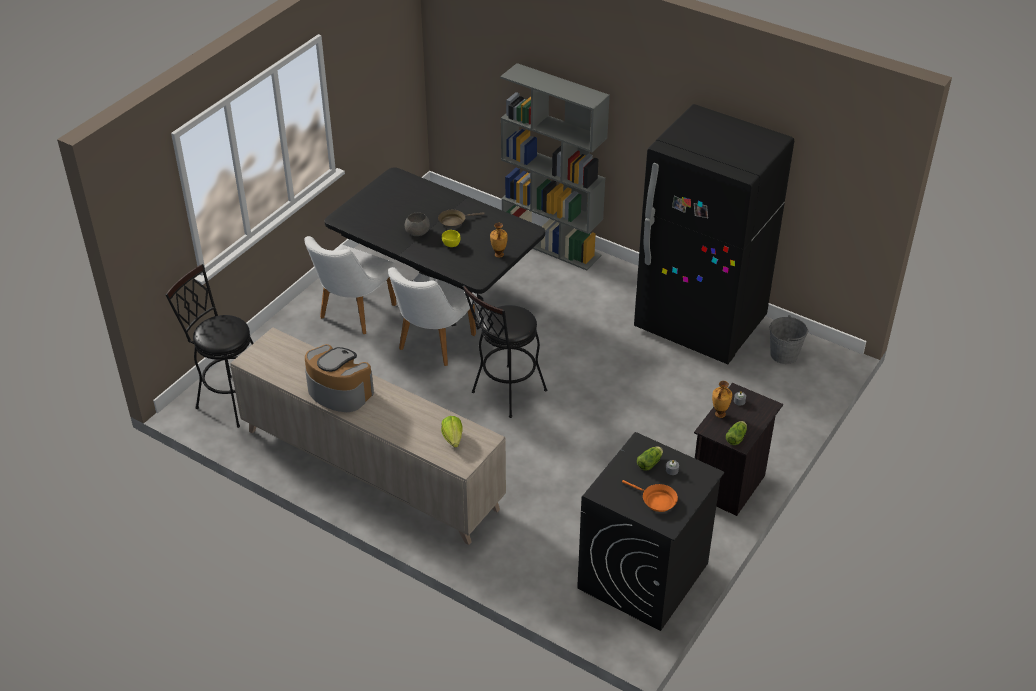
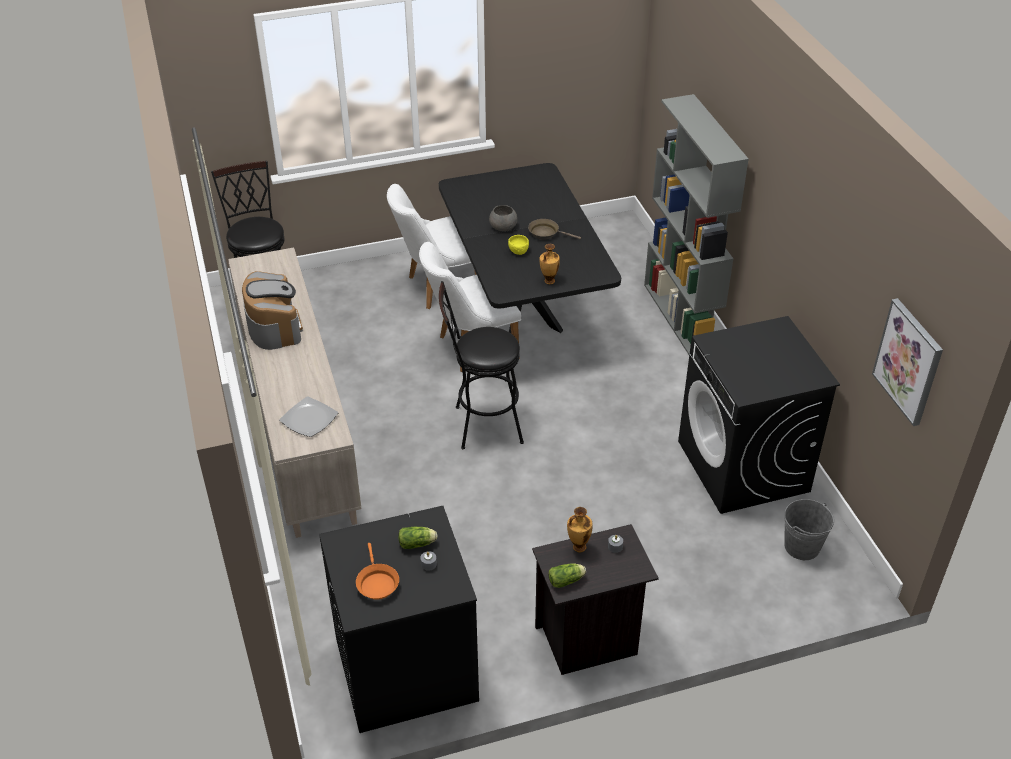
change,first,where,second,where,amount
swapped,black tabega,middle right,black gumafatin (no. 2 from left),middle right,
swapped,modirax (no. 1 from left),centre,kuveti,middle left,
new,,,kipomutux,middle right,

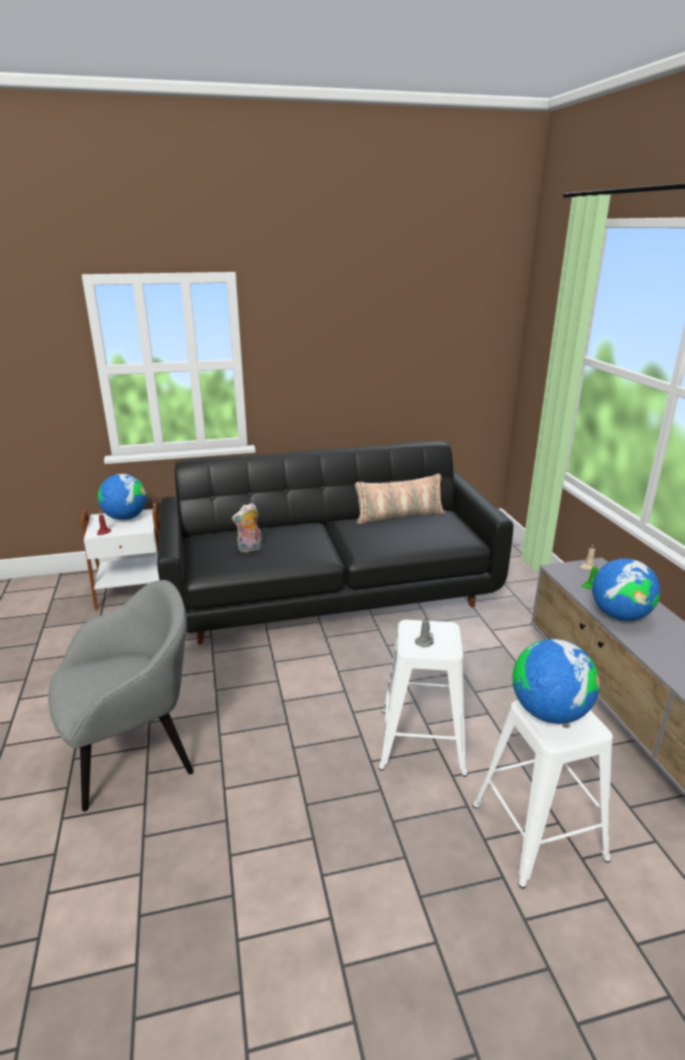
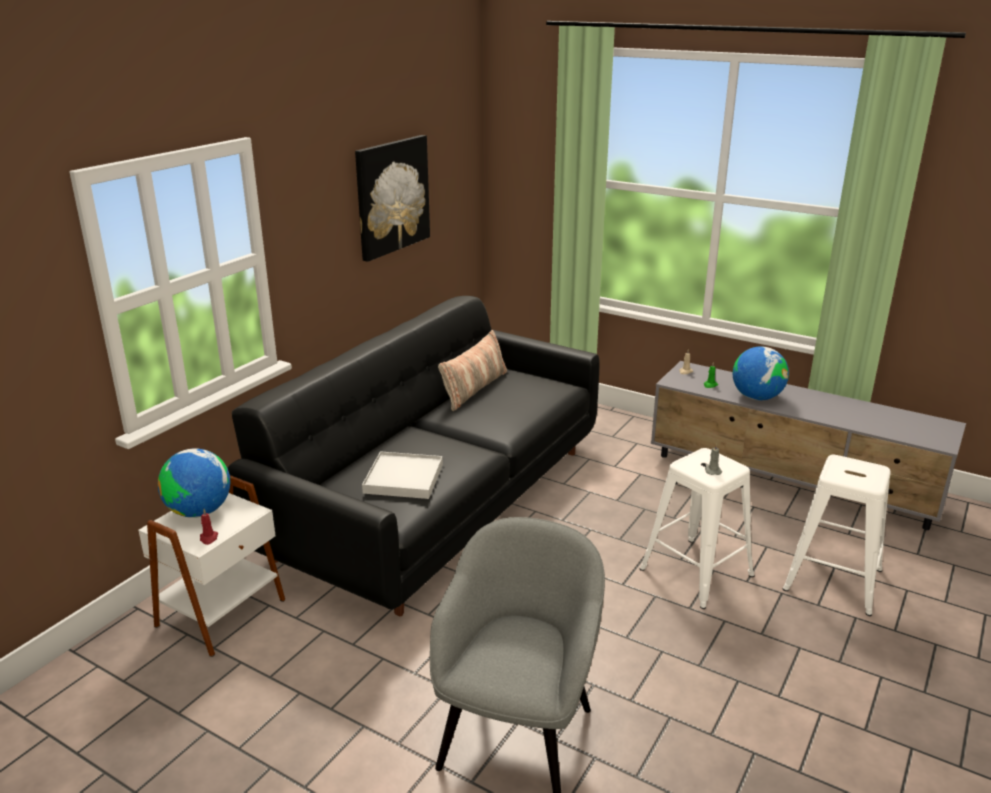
change,first,where,second,where,amount
swapped,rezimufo,centre,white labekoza,centre,
gone,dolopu (no. 2 from left),middle right,,,
new,,,kipomutux,top centre,

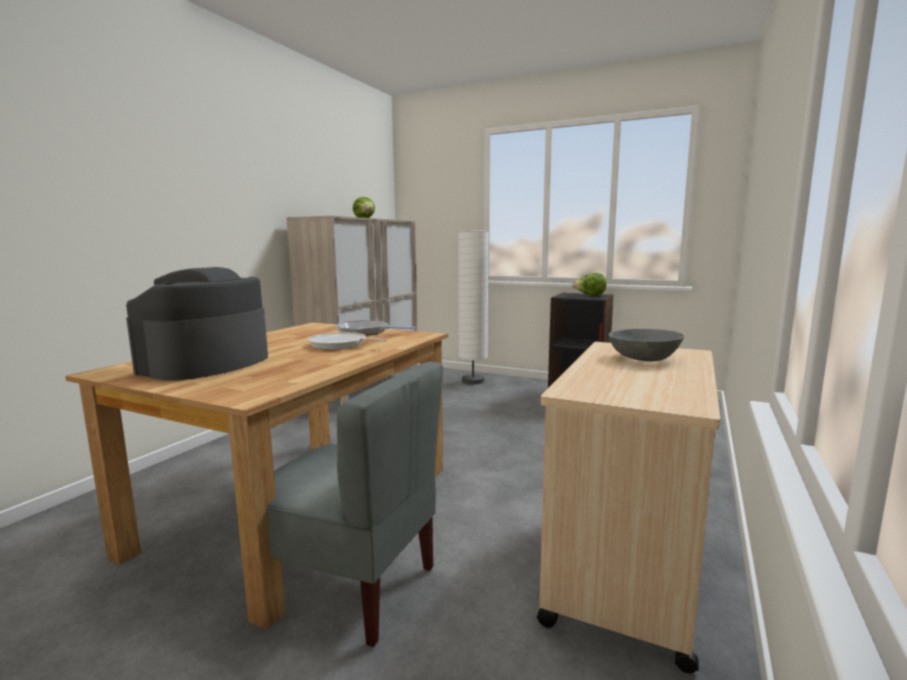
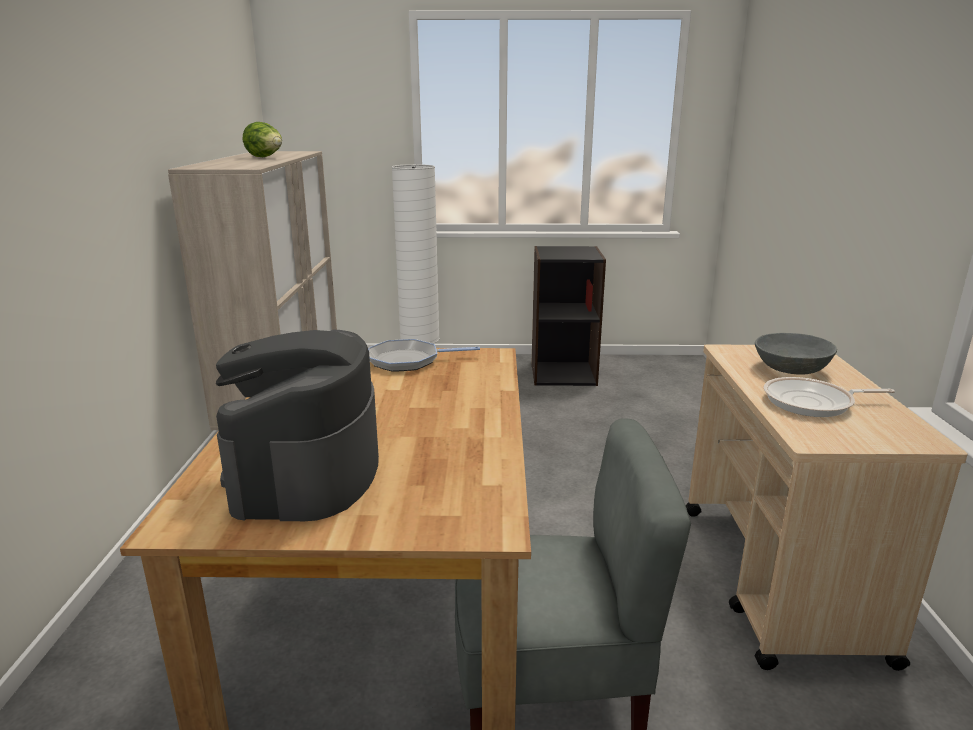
change,first,where,second,where,amount
gone,modirax (no. 2 from left),centre,,,
shifted,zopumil (no. 1 from left in the first image),centre,zopumil (no. 2 from left),middle right,

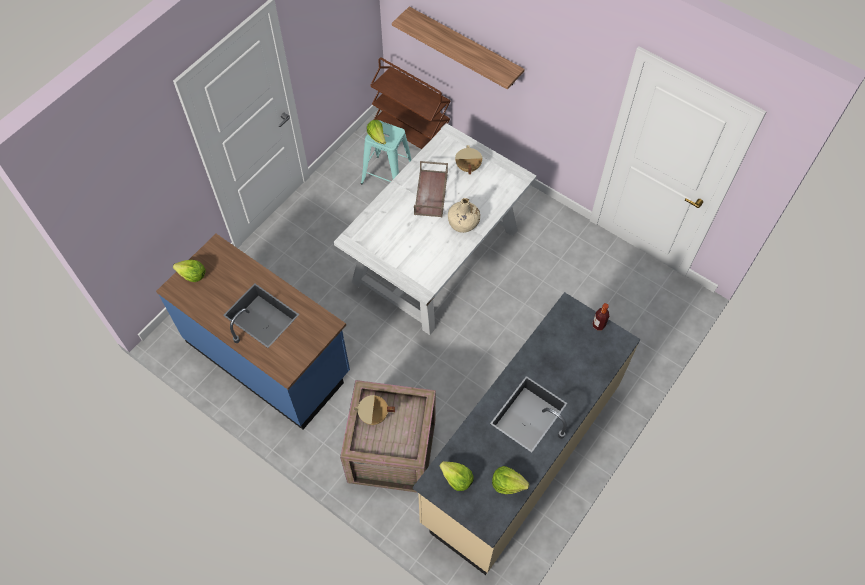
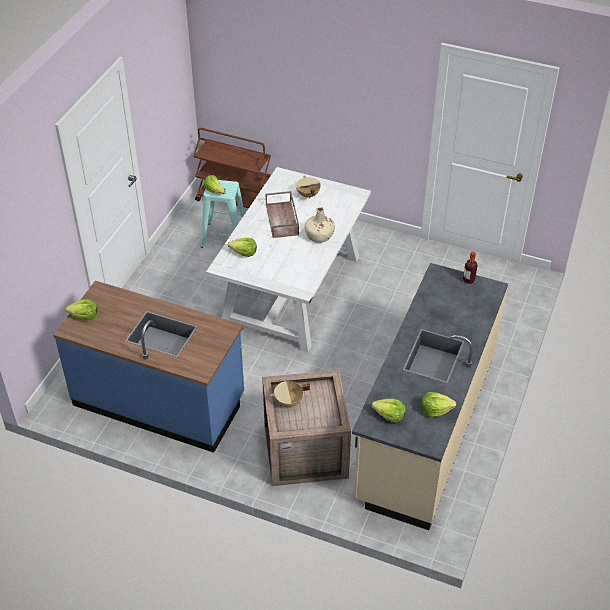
change,first,where,second,where,amount
gone,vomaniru,top centre,,,
new,,,modirax (no. 3 from left),centre,

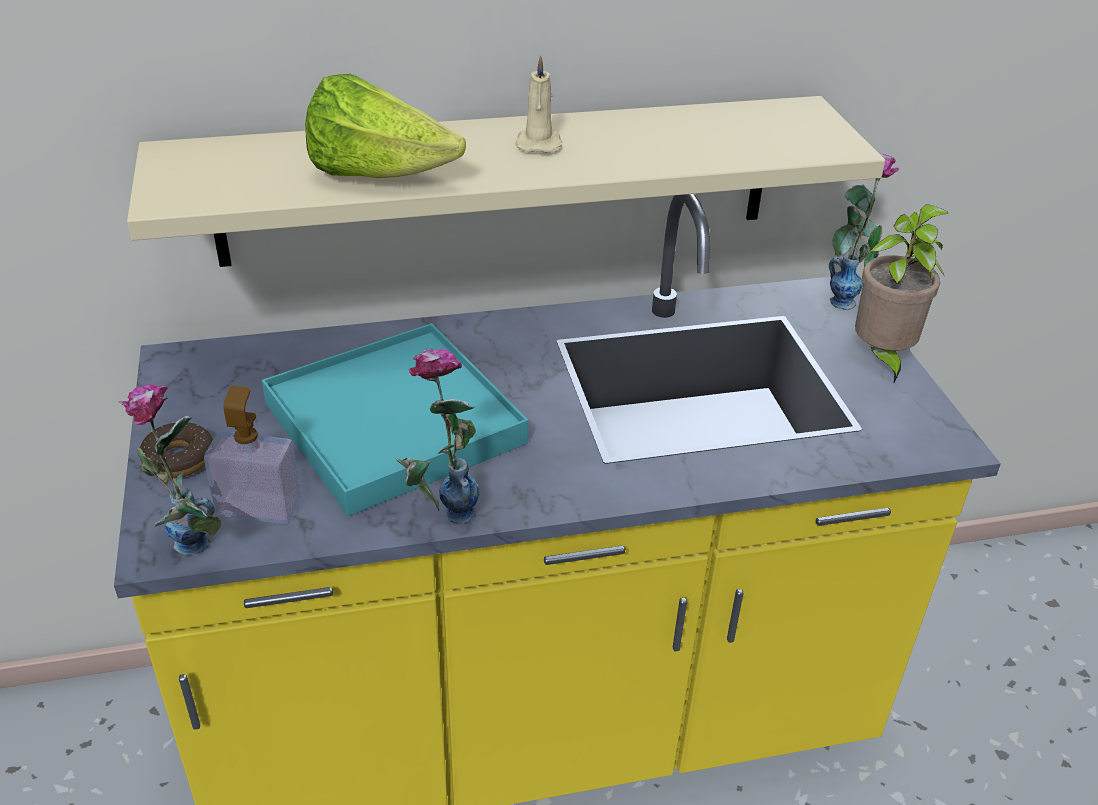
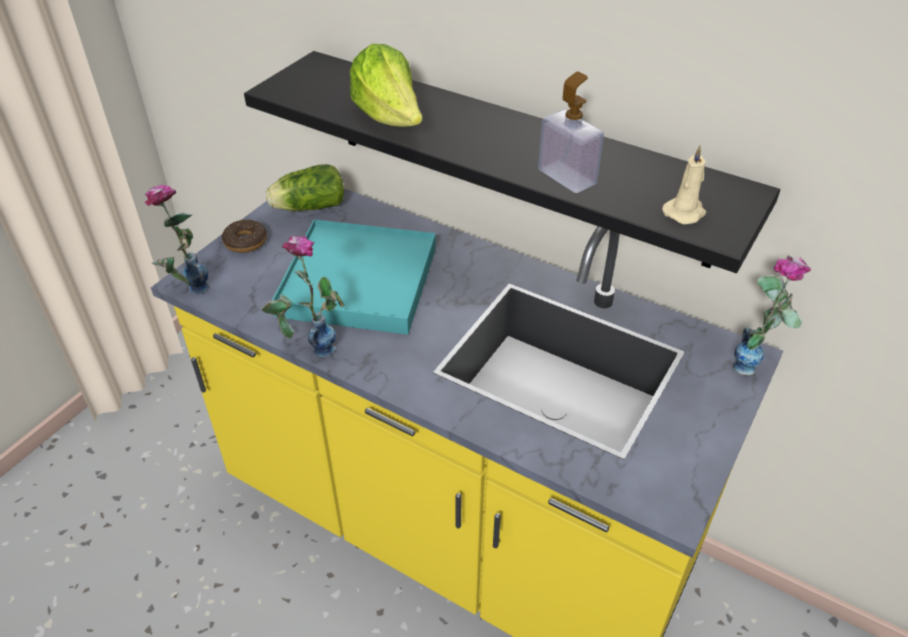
change,first,where,second,where,amount
shifted,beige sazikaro,top centre,,top right,
repainted,beige vomaniru,top centre,black vomaniru,top centre,
gone,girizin,middle right,,,
shifted,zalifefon,middle left,,top centre,
new,,,modirax (no. 1 from left),top centre,

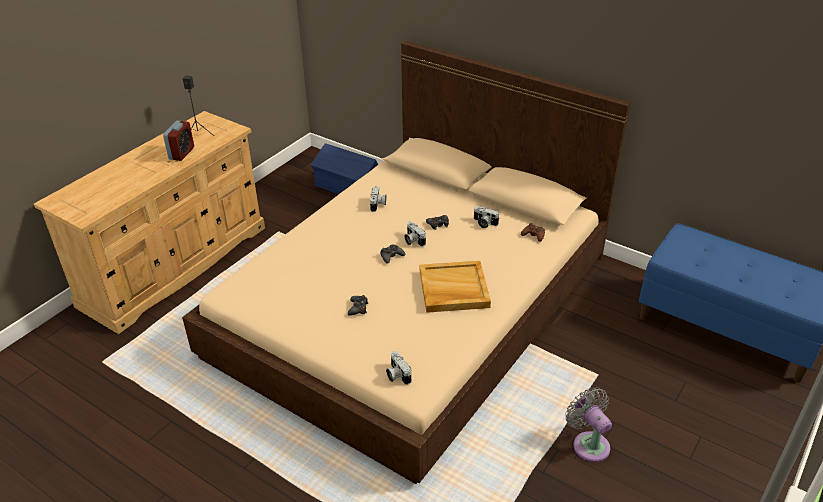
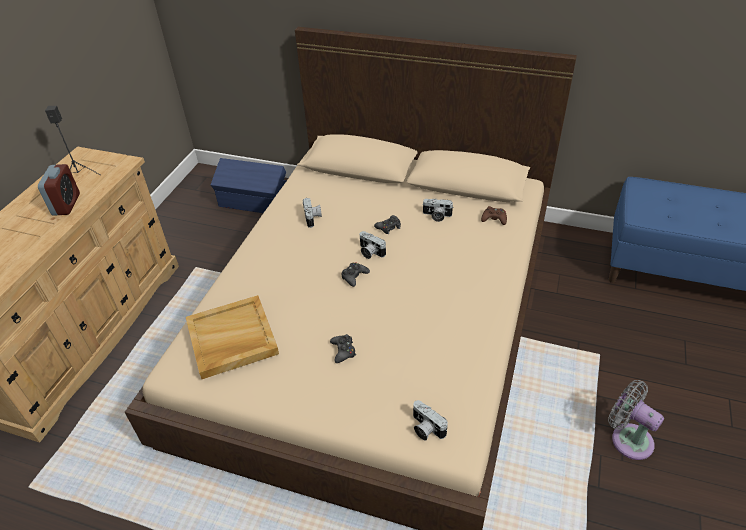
change,first,where,second,where,amount
shifted,beige labekoza,centre,,middle left,

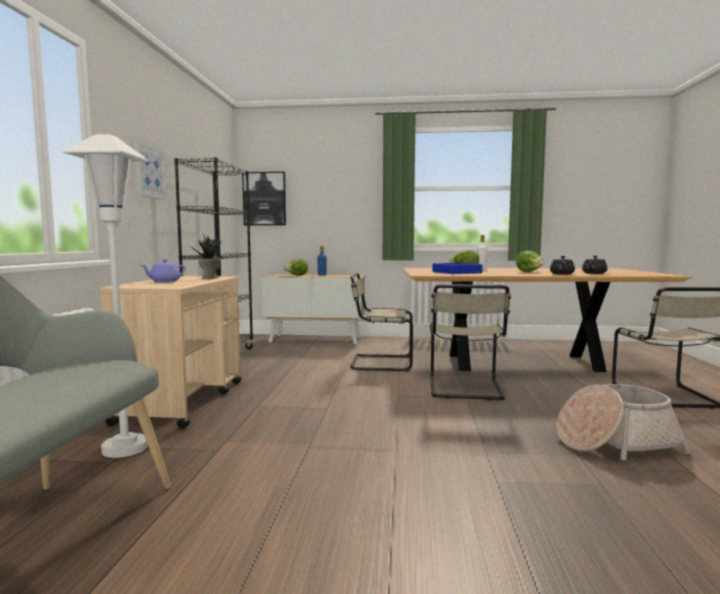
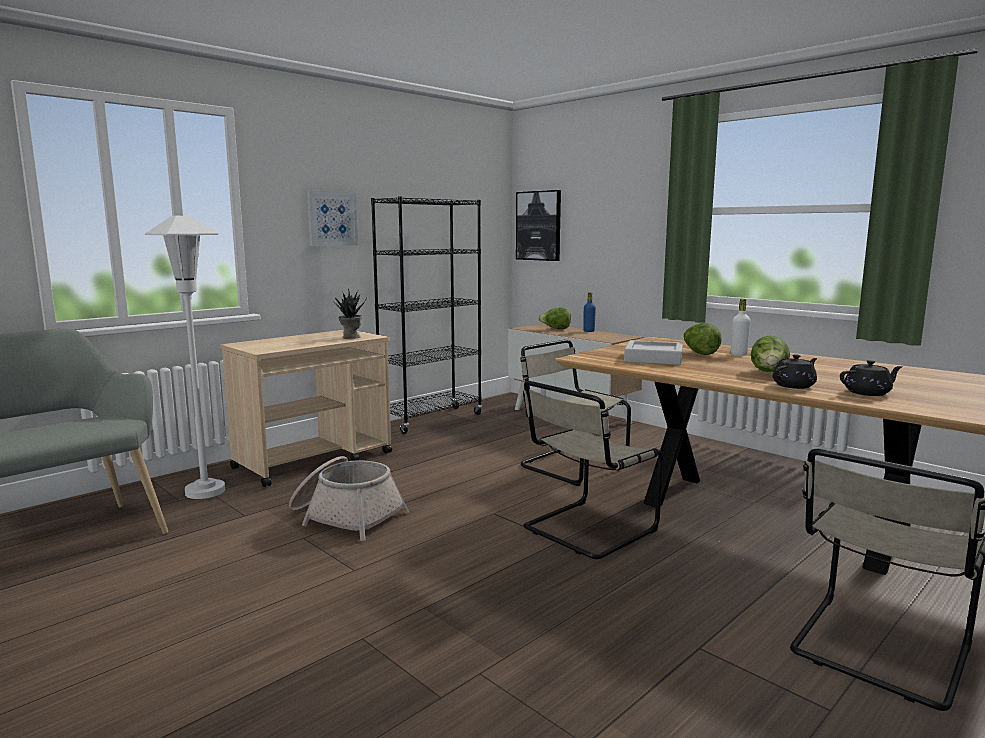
change,first,where,second,where,amount
gone,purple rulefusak,middle left,,,
repainted,blue labekoza,centre,grey labekoza,centre,
shifted,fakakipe,bottom right,,bottom centre,

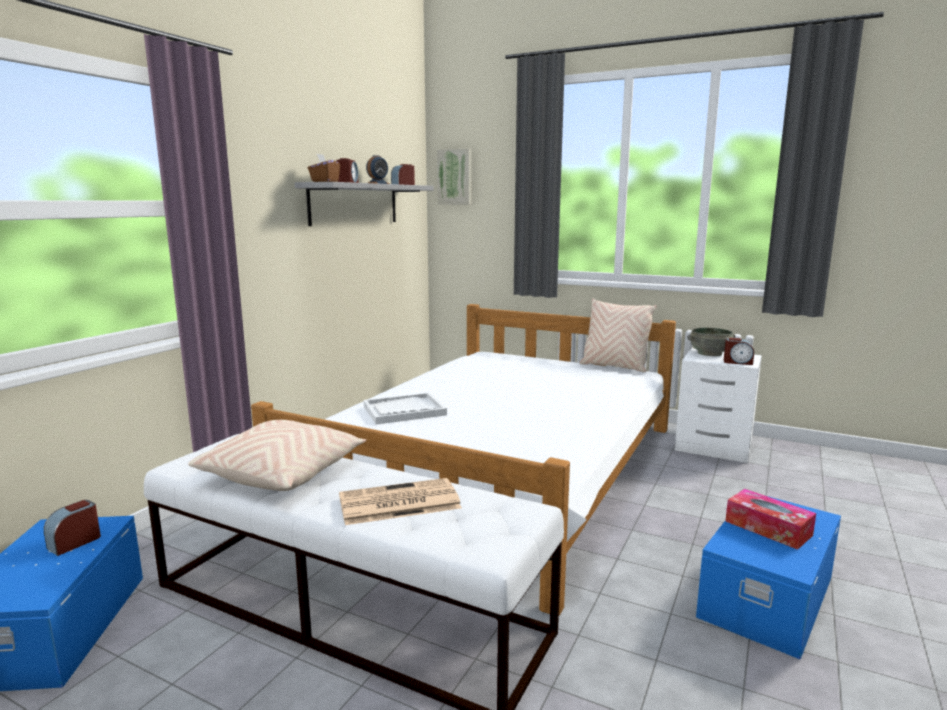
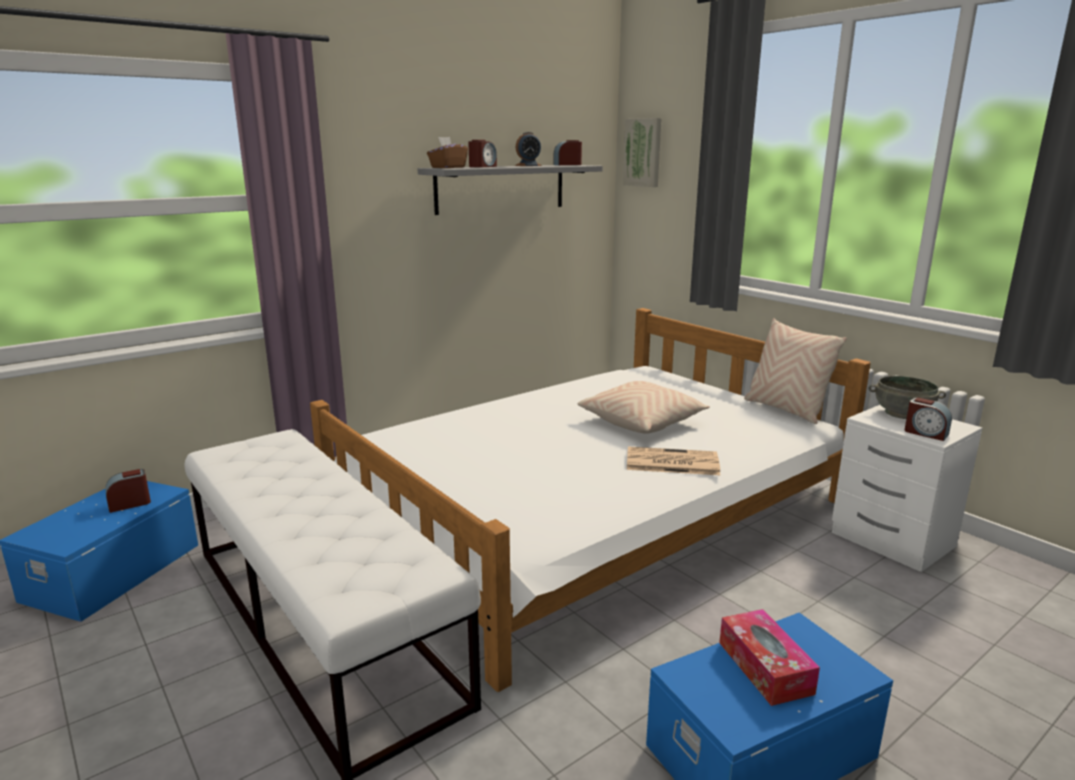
change,first,where,second,where,amount
gone,white labekoza,centre,,,
shifted,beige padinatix (no. 1 from left),middle left,,centre,
shifted,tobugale,bottom centre,,centre,

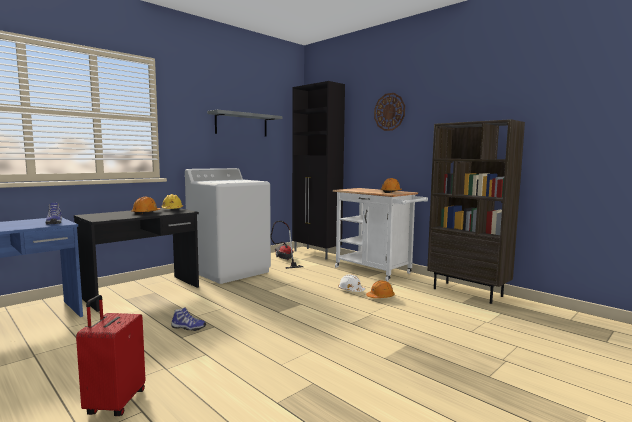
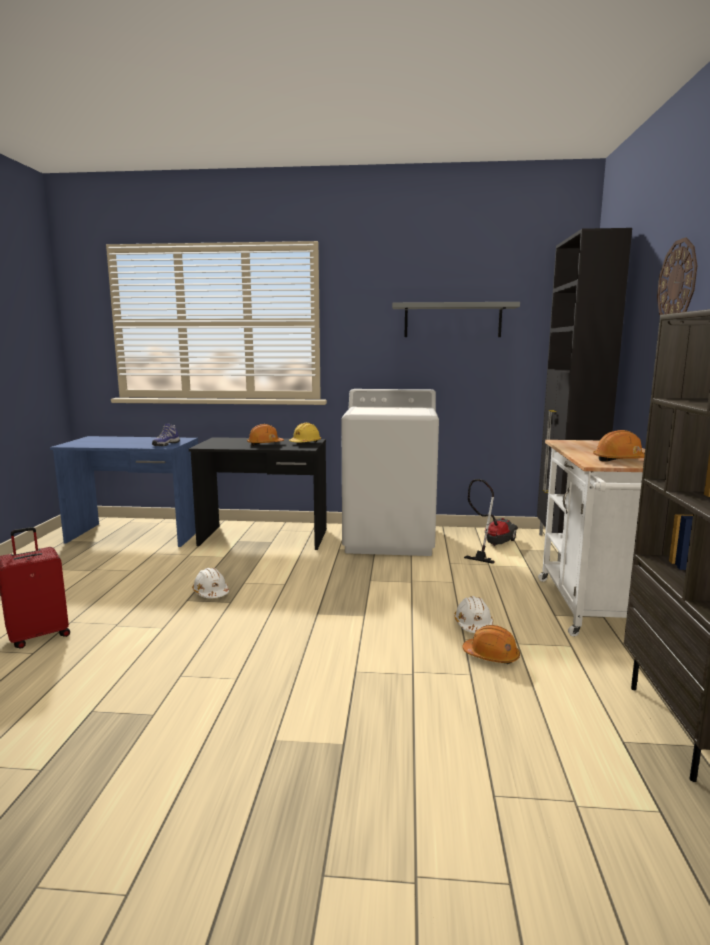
change,first,where,second,where,amount
swapped,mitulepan (no. 2 from left),bottom left,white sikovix (no. 1 from left),middle left,

